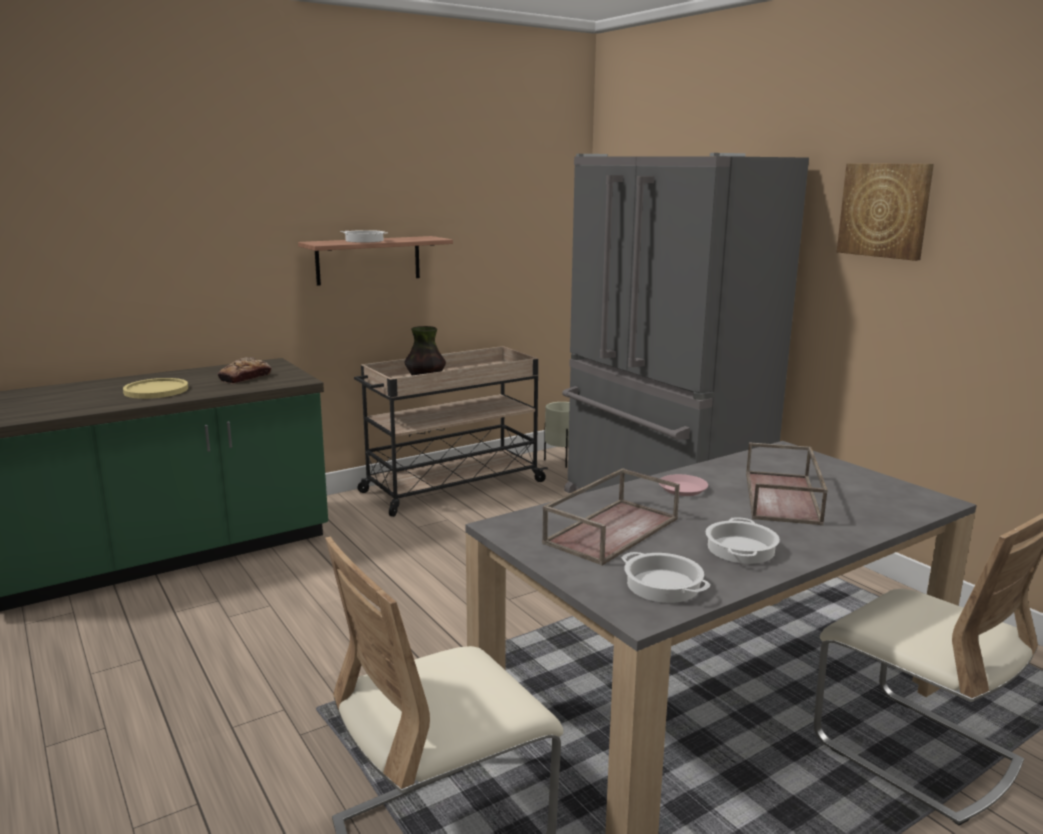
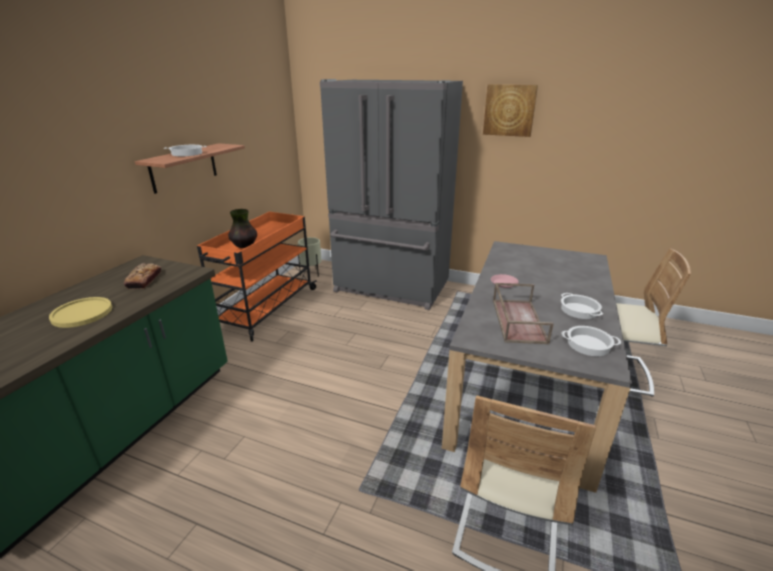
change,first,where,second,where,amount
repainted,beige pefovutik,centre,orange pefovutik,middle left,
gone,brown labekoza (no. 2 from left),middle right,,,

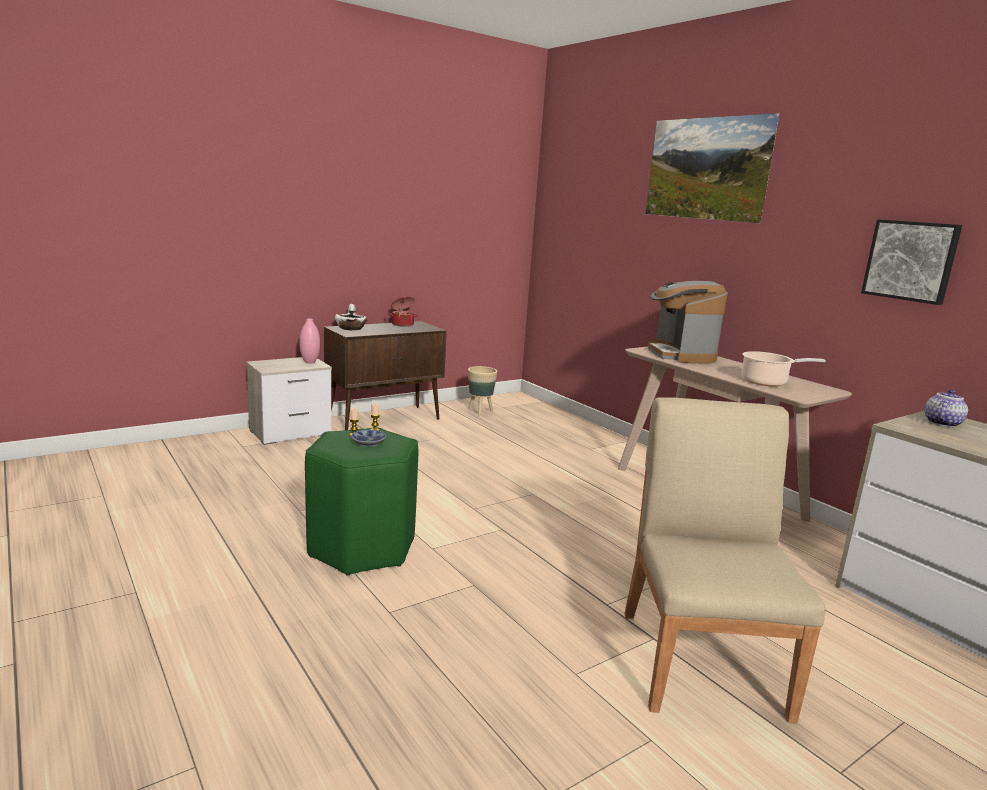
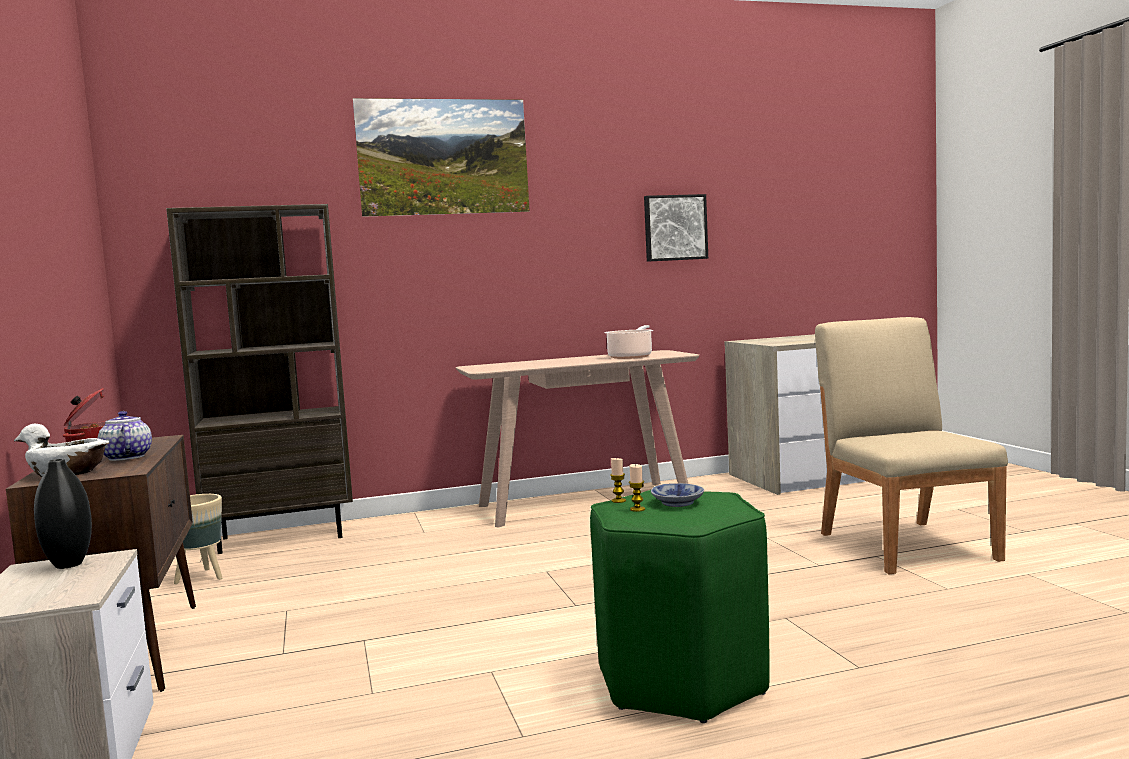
change,first,where,second,where,amount
gone,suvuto,middle right,,,
repainted,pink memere,middle left,black memere,bottom left,
shifted,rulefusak,middle right,,middle left,
rotated,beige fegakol,bottom right,,middle right,60 degrees clockwise
new,,,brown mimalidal,middle left,

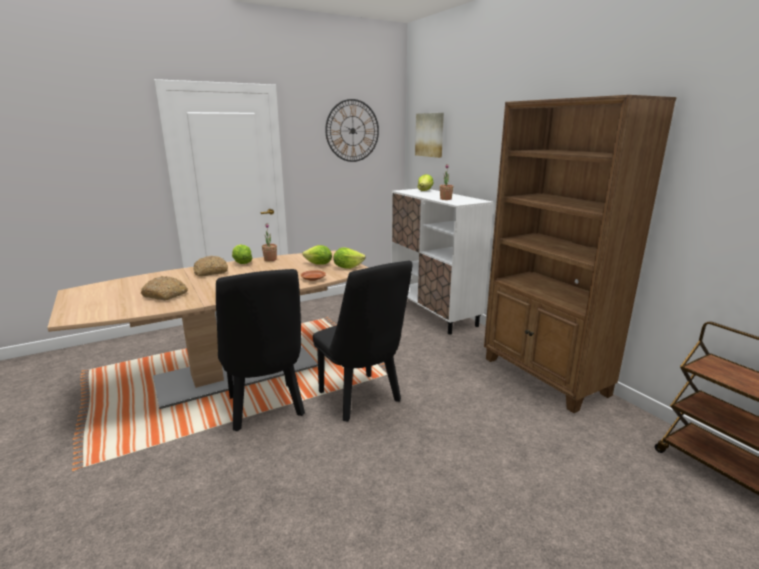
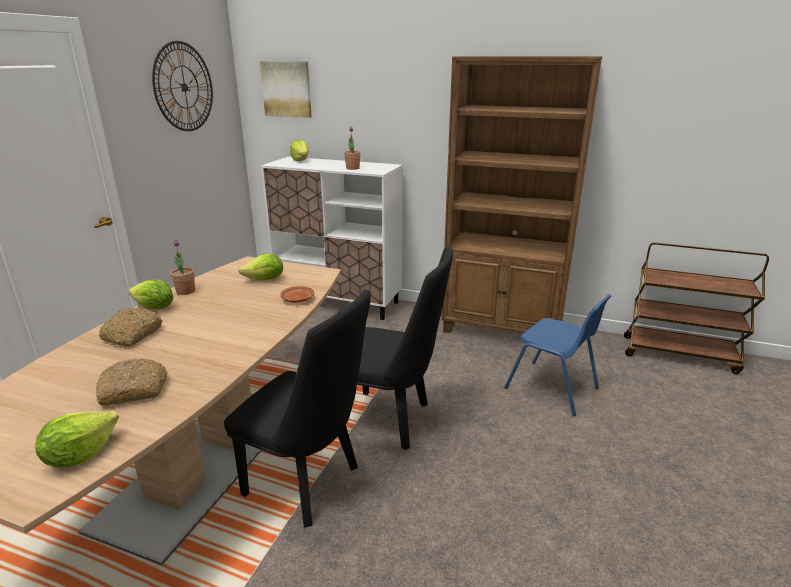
change,first,where,second,where,amount
shifted,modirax (no. 3 from left in the first image),centre,modirax (no. 1 from left),bottom left,
new,,,blue fegakol,middle right,

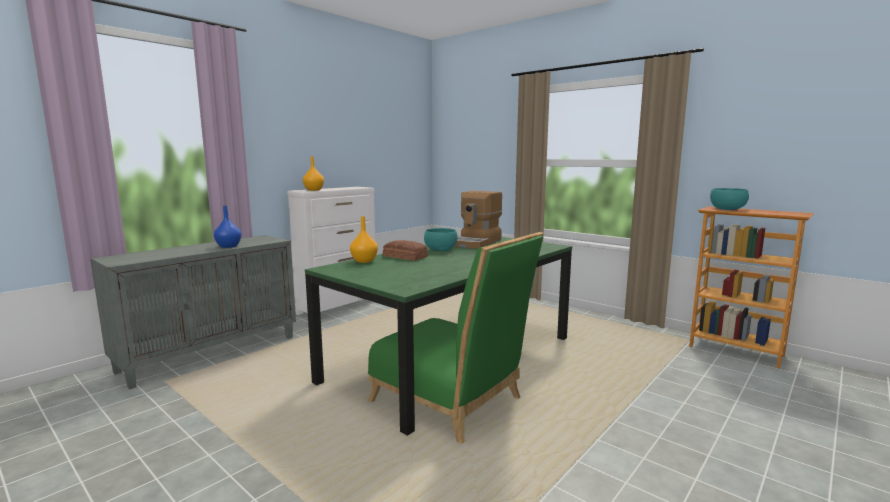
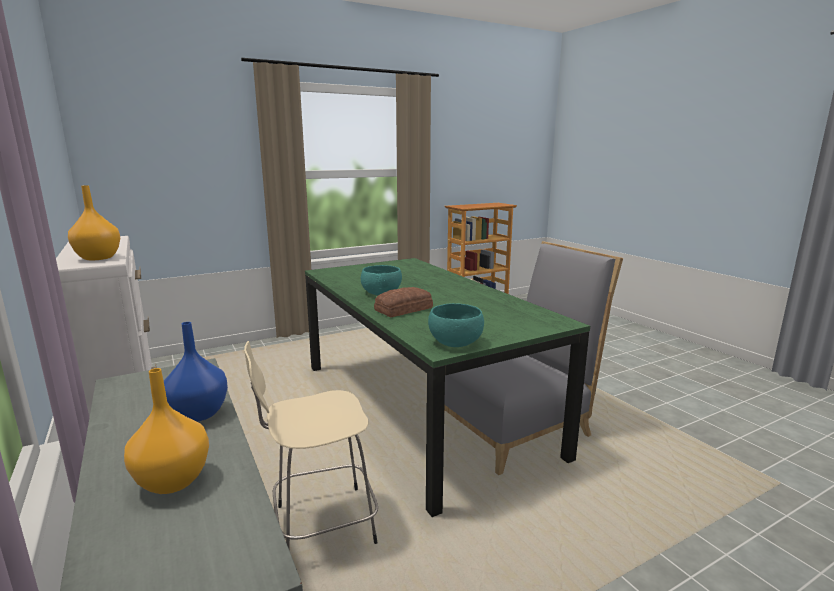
change,first,where,second,where,amount
shifted,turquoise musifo (no. 2 from left),middle right,,centre,
gone,suvuto,centre,,,
shifted,orange memere (no. 2 from left),centre,,bottom left,
repainted,green fegakol,bottom centre,grey fegakol,centre,
new,,,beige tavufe,bottom centre,

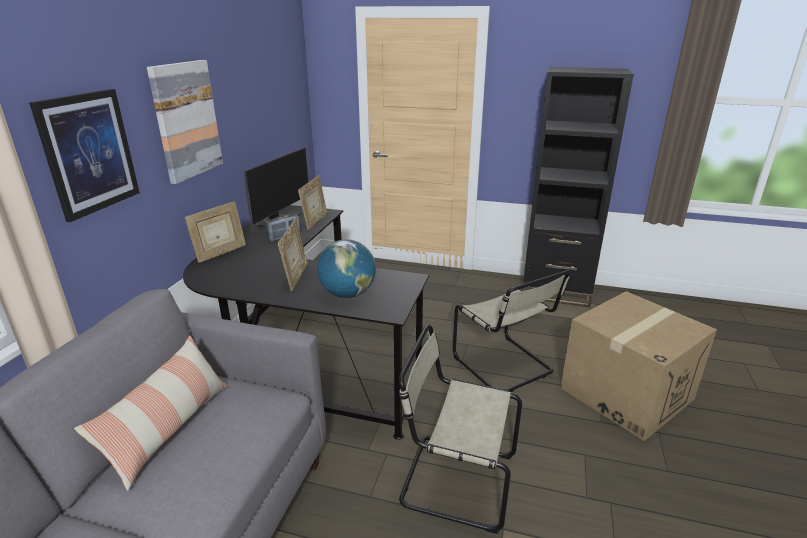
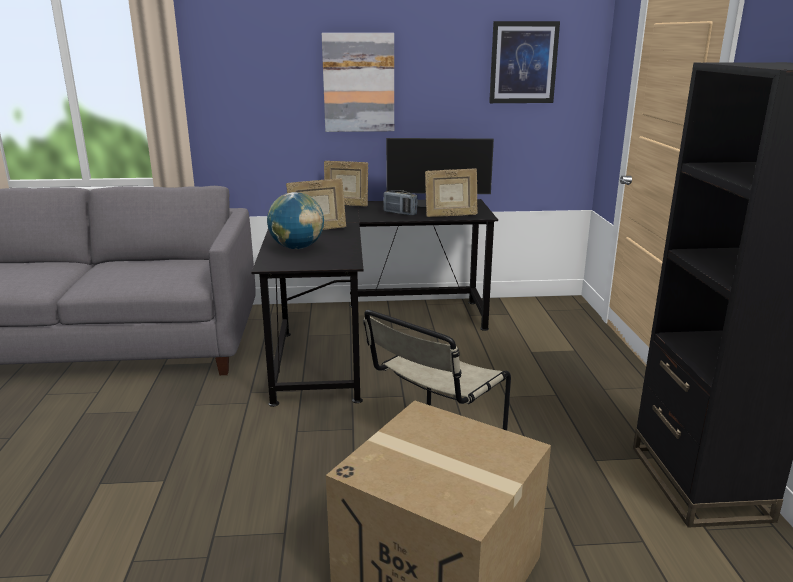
change,first,where,second,where,amount
shifted,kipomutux (no. 1 from left in the first image),top left,kipomutux (no. 2 from left),top centre,
gone,beige fegakol (no. 1 from left),bottom centre,,,
gone,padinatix,bottom left,,,

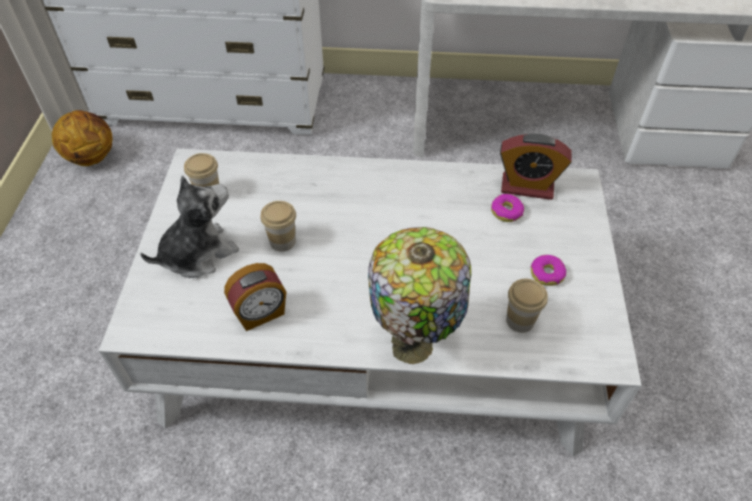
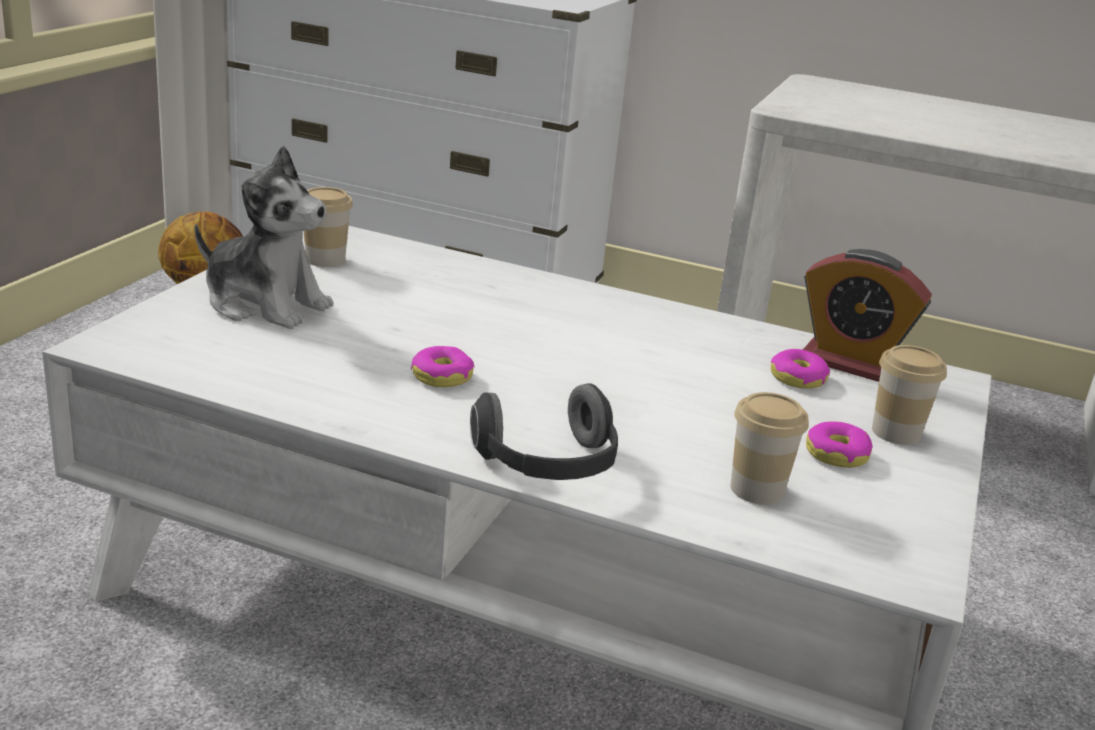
change,first,where,second,where,amount
rotated,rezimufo,middle left,,top left,45 degrees clockwise
shifted,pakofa (no. 2 from left in the first image),centre,pakofa (no. 3 from left),middle right,
swapped,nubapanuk,centre,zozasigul,centre,
gone,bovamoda (no. 1 from left),centre,,,
new,,,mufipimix (no. 1 from left),centre,

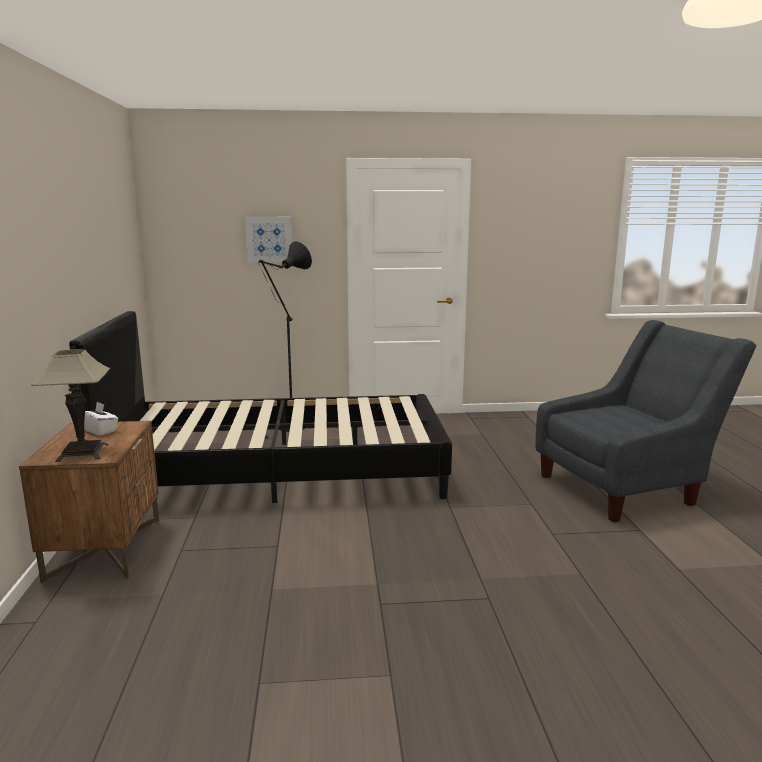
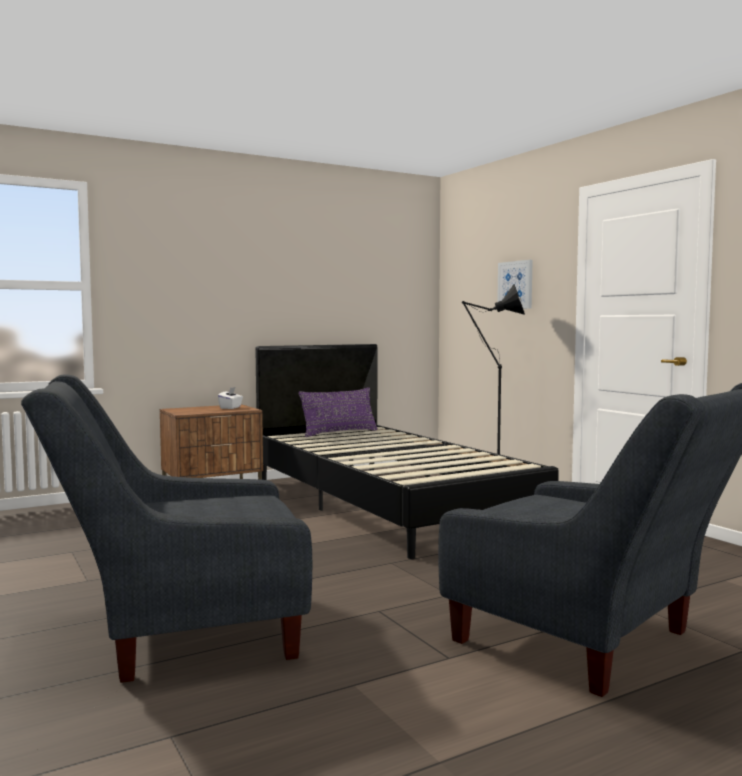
change,first,where,second,where,amount
gone,nubapanuk,middle left,,,
new,,,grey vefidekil (no. 1 from left),bottom left,
new,,,purple padinatix,centre,

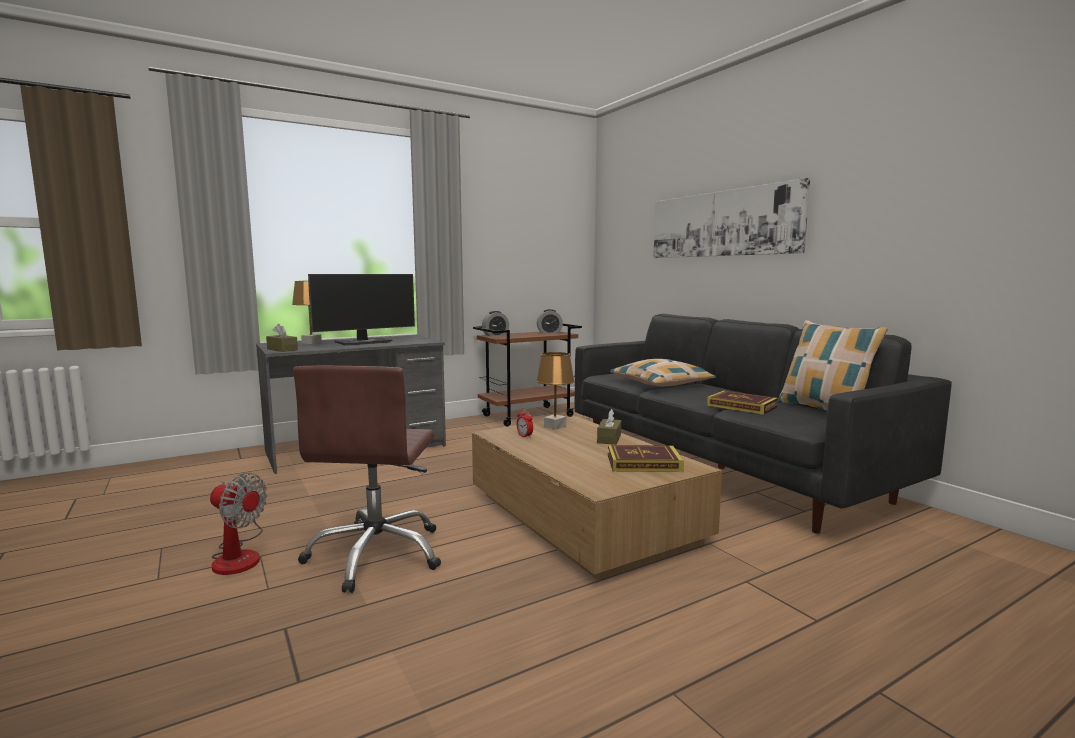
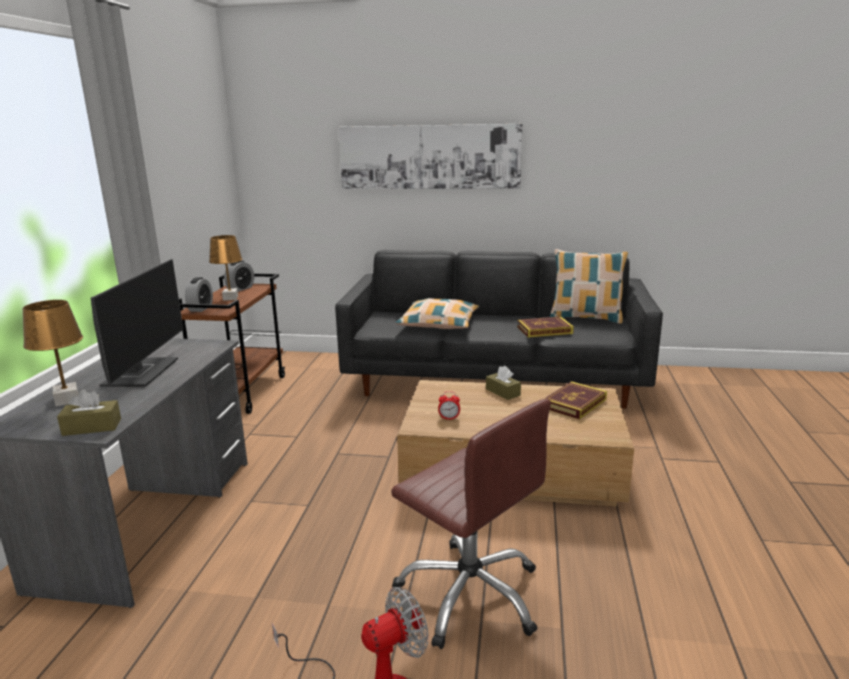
change,first,where,second,where,amount
shifted,brown nubapanuk (no. 2 from left),centre,,middle left,

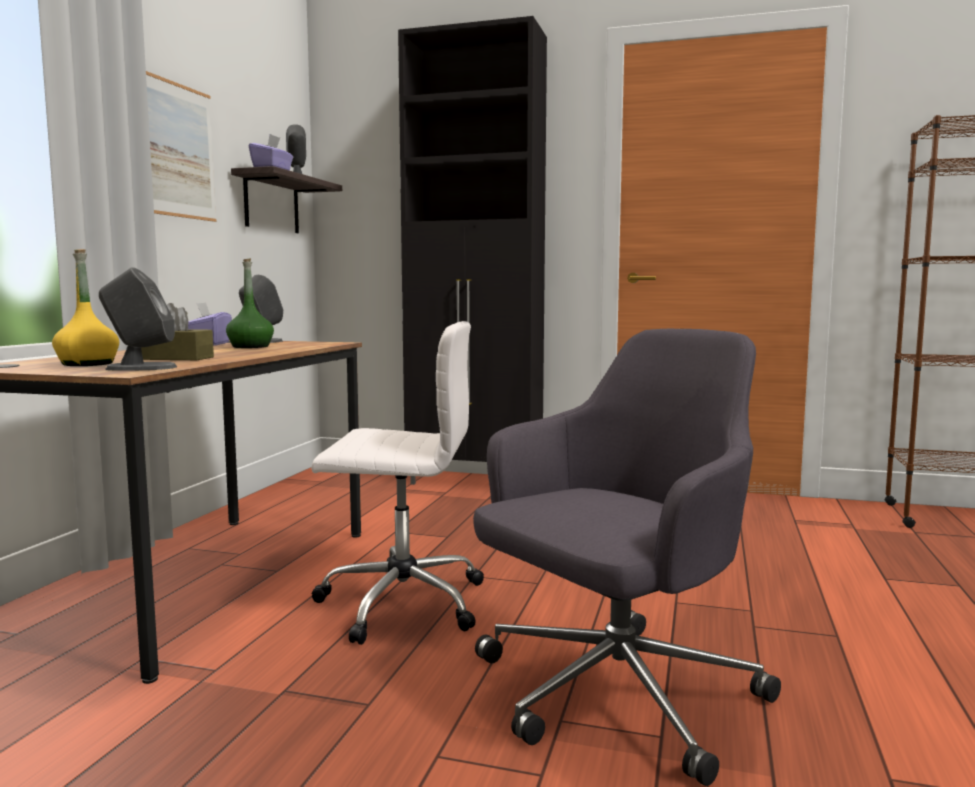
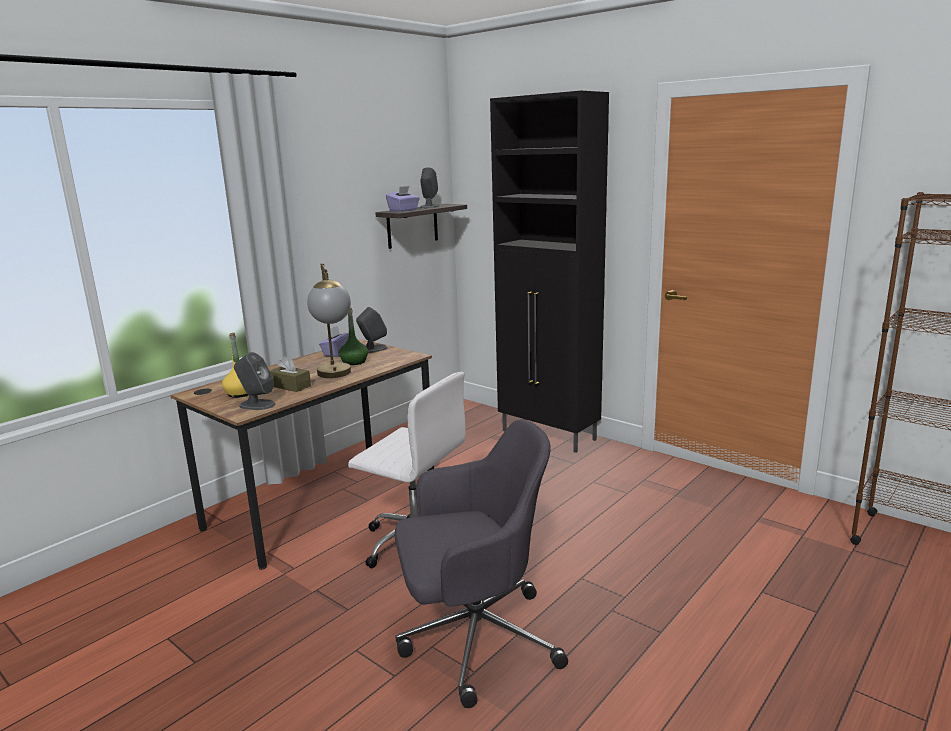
change,first,where,second,where,amount
gone,kipomutux,top left,,,
new,,,nubapanuk,centre,

